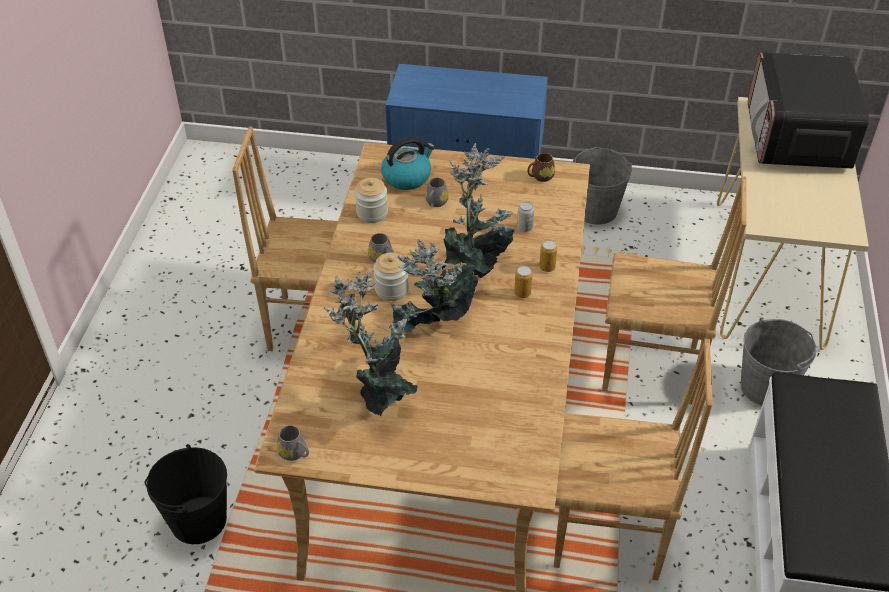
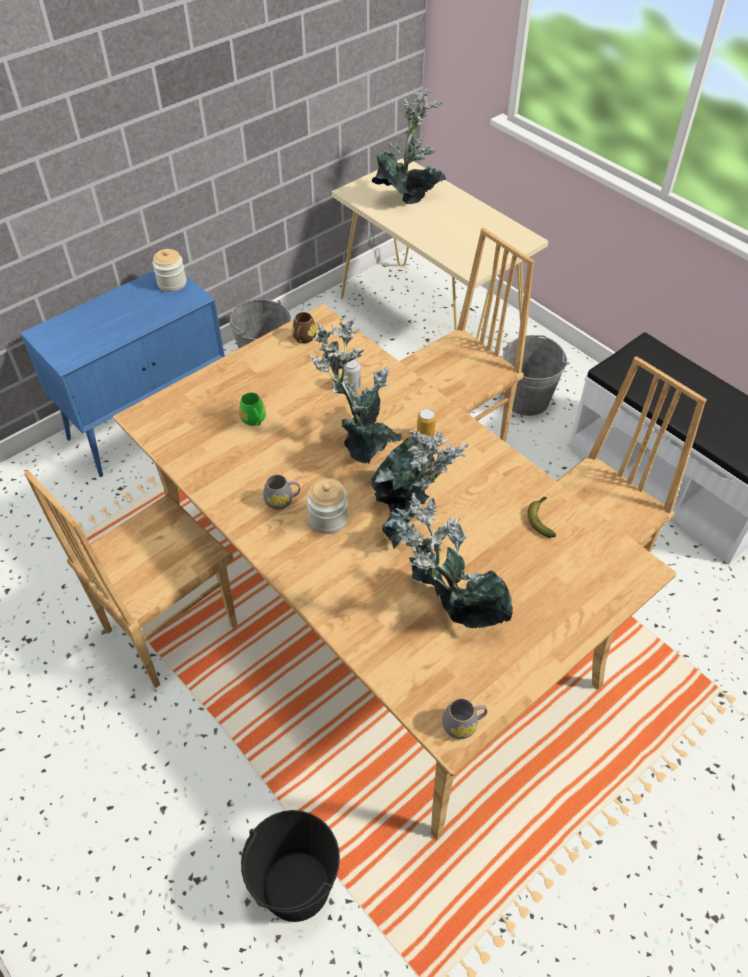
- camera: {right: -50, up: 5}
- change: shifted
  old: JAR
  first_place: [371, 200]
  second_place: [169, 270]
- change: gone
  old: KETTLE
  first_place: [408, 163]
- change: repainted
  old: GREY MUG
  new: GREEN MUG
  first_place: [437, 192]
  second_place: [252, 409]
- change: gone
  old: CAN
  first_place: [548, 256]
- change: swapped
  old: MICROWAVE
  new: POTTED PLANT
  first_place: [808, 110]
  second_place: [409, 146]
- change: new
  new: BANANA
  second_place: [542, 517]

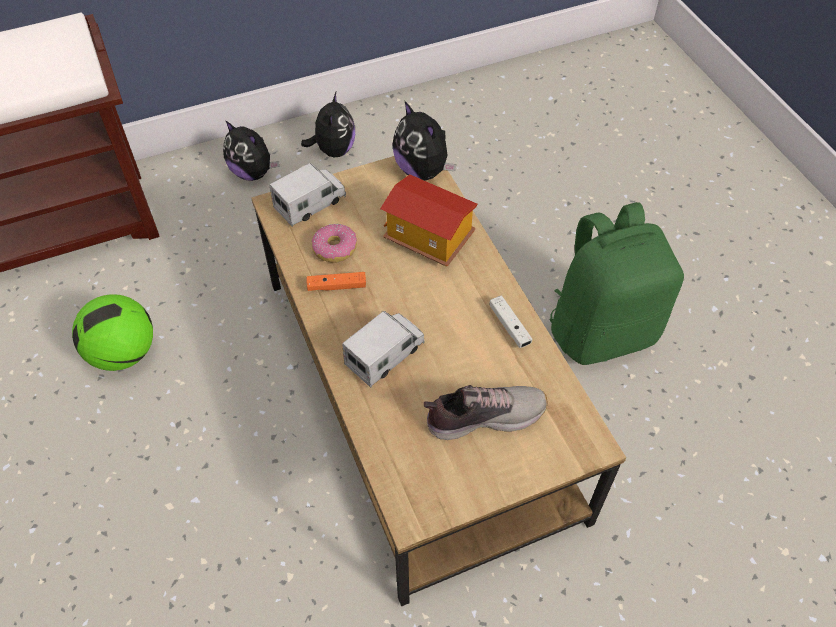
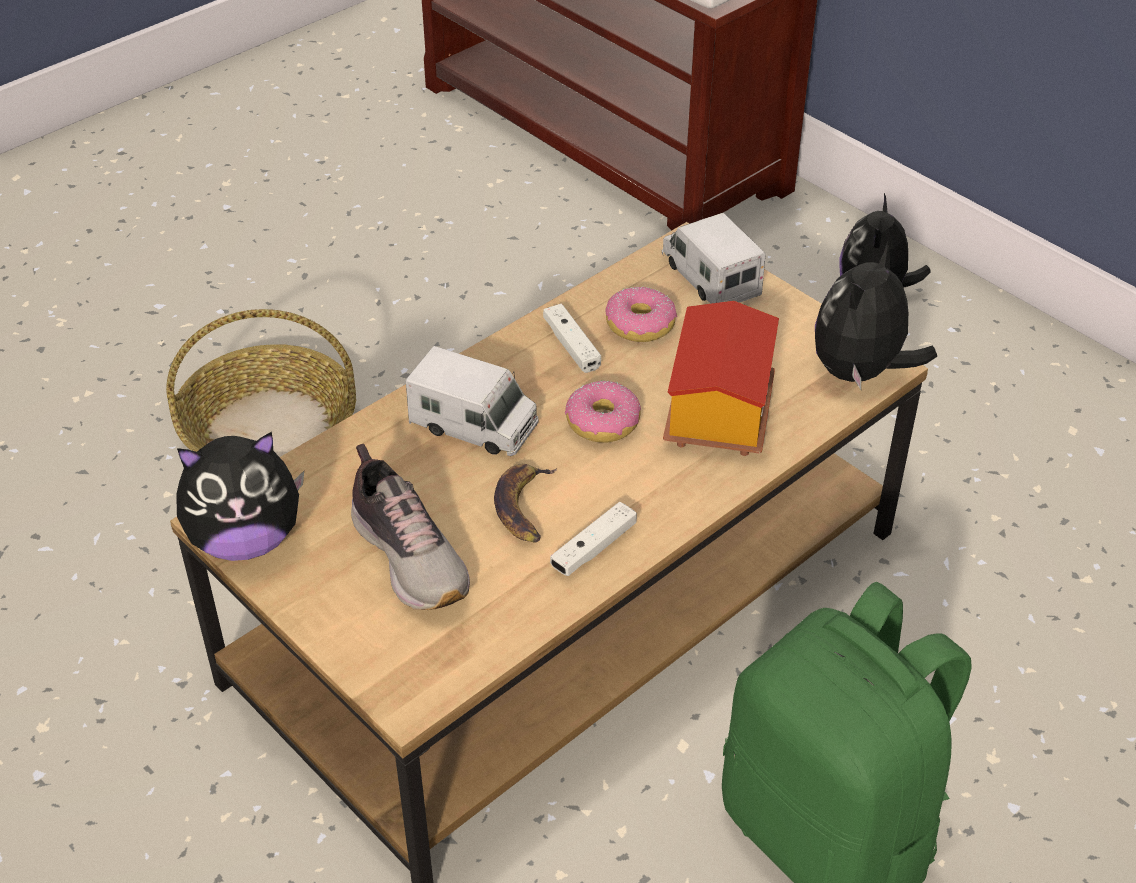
- camera: {right: 70, up: -10}
- change: gone
  old: FOOTBALL
  first_place: [112, 332]
- change: rotated
  old: TOY TRUCK
  first_place: [307, 195]
  second_place: [714, 258]
  degrees: -150
- change: shifted
  old: PLUSH TOY
  first_place: [328, 124]
  second_place: [240, 496]
- change: repainted
  old: ORANGE GAME CONTROLLER
  new: WHITE GAME CONTROLLER
  first_place: [336, 281]
  second_place: [572, 338]
- change: new
  new: BASKET
  second_place: [261, 383]
- change: new
  new: BANANA
  second_place: [525, 503]
- change: new
  new: DONUT
  second_place: [603, 411]

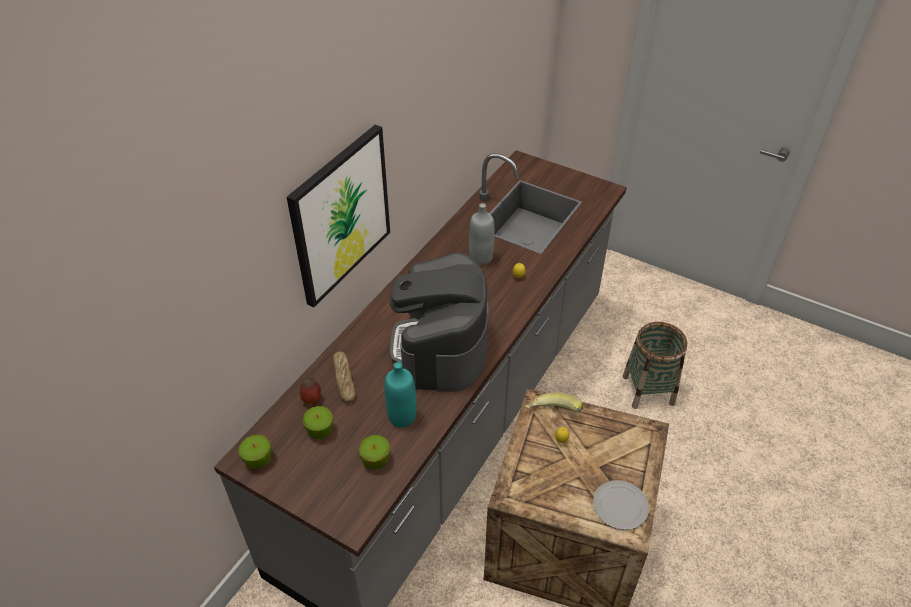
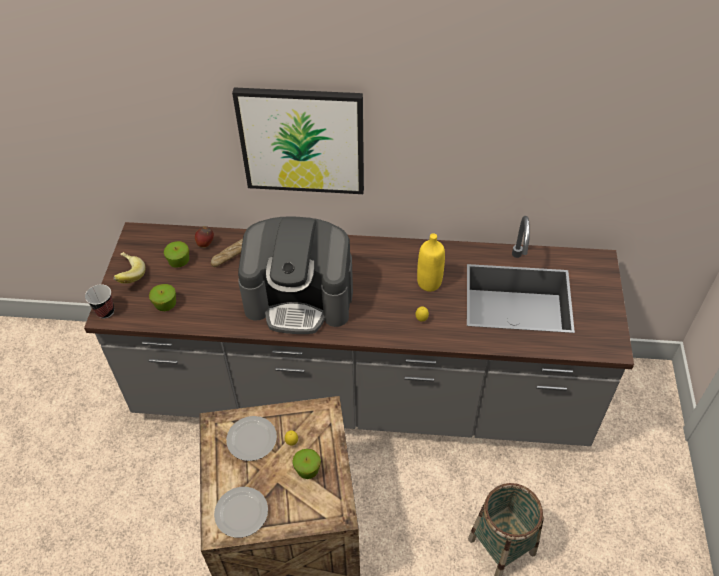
- camera: {right: 65, up: 5}
- change: shifted
  old: APPLE
  first_place: [254, 452]
  second_place: [306, 464]
- change: gone
  old: TURQUOISE BOTTLE
  first_place: [400, 395]
- change: rotated
  old: COFFEE MACHINE
  first_place: [439, 322]
  second_place: [295, 275]
  degrees: -150
- change: repainted
  old: GREY BOTTLE
  new: YELLOW BOTTLE
  first_place: [482, 234]
  second_place: [431, 262]
- change: shifted
  old: BANANA
  first_place: [554, 402]
  second_place: [129, 268]
- change: new
  new: CUP
  second_place: [99, 301]
- change: new
  new: PLATE
  second_place: [251, 438]

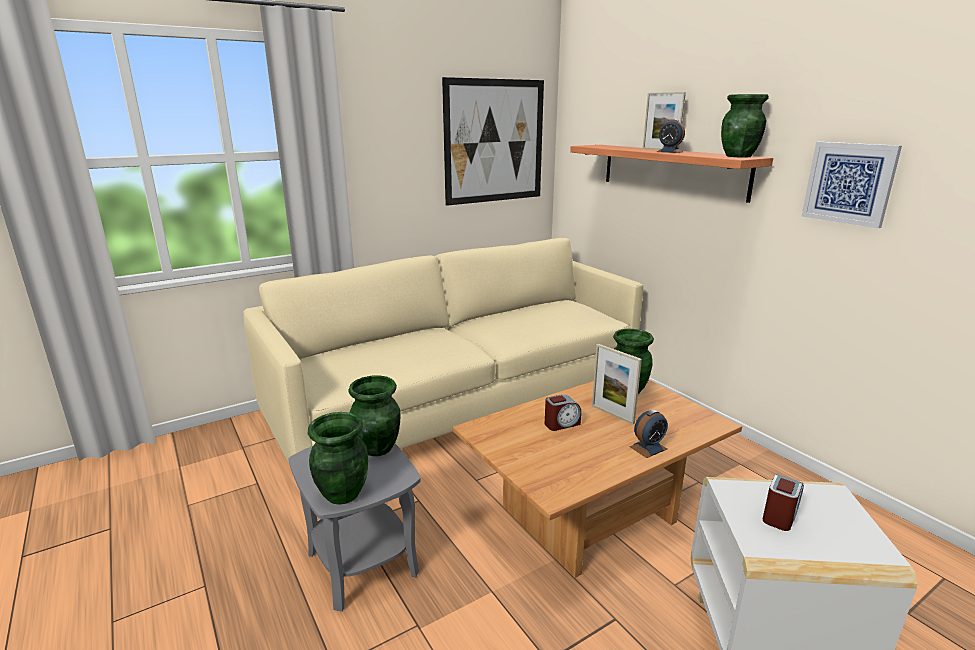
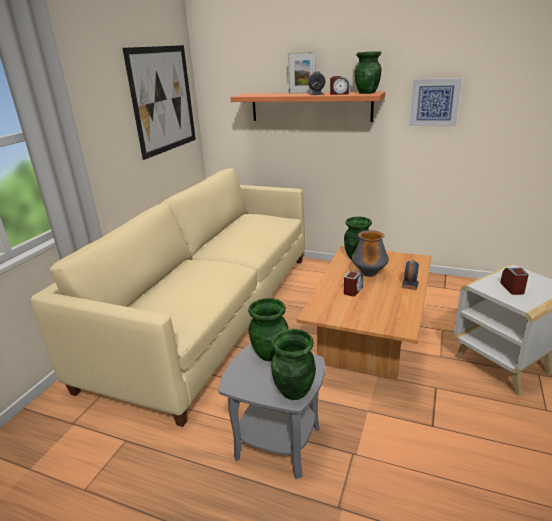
- camera: {right: -35, up: 5}
- change: swapped
  old: PICTURE FRAME
  new: VASE
  first_place: [617, 384]
  second_place: [370, 253]
- change: new
  new: ALARM CLOCK
  second_place: [339, 85]

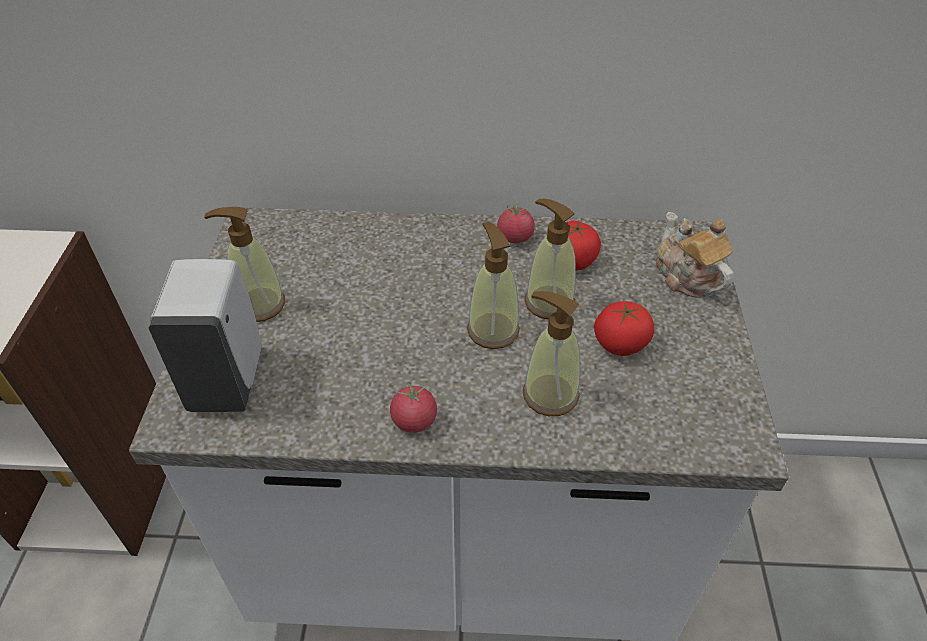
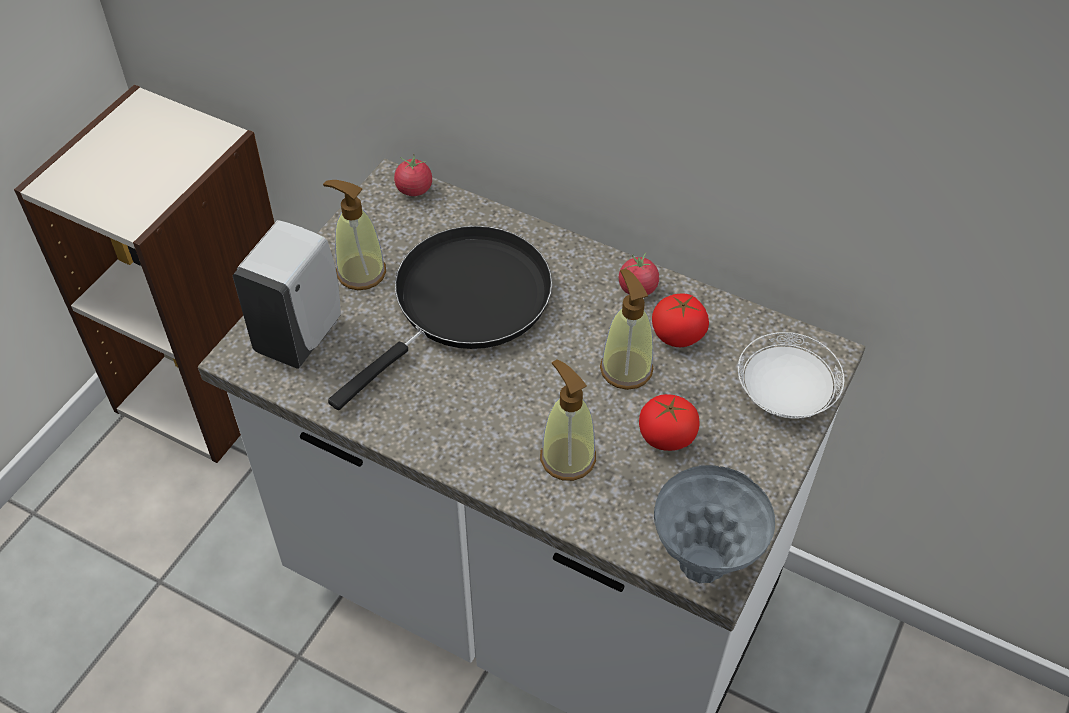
- camera: {right: 25, up: 5}
- change: shifted
  old: TOMATO
  first_place: [413, 407]
  second_place: [413, 175]
- change: gone
  old: SOAP DISPENSER
  first_place: [493, 285]
- change: swapped
  old: TEAPOT
  new: WHITE PLATE
  first_place: [695, 255]
  second_place: [791, 375]
- change: new
  new: BLACK FRYING PAN
  second_place: [440, 318]
- change: new
  new: GREY VASE
  second_place: [714, 524]

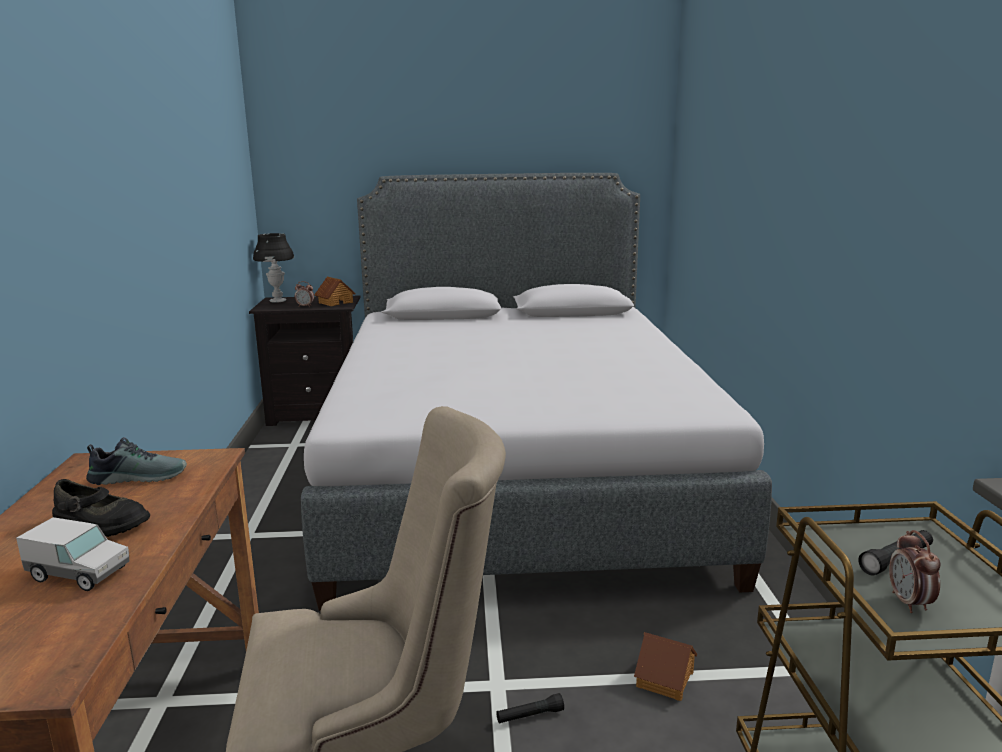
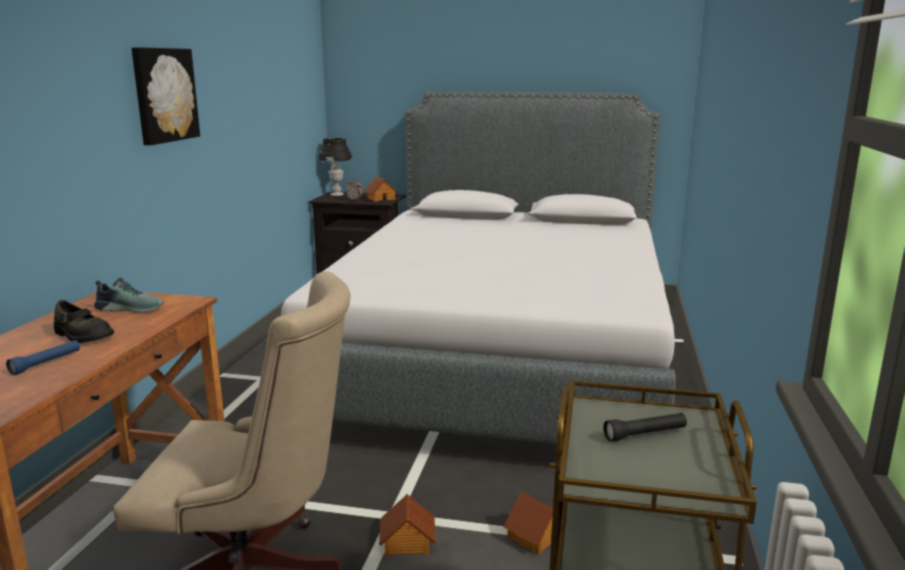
- camera: {right: 15, up: 0}
- change: swapped
  old: TOY TRUCK
  new: BLUE FLASHLIGHT
  first_place: [72, 554]
  second_place: [43, 357]
- change: swapped
  old: BLACK FLASHLIGHT
  new: TOY HOUSE
  first_place: [530, 708]
  second_place: [407, 525]
- change: gone
  old: ALARM CLOCK
  first_place: [914, 571]
- change: new
  new: PICTURE
  second_place: [165, 96]

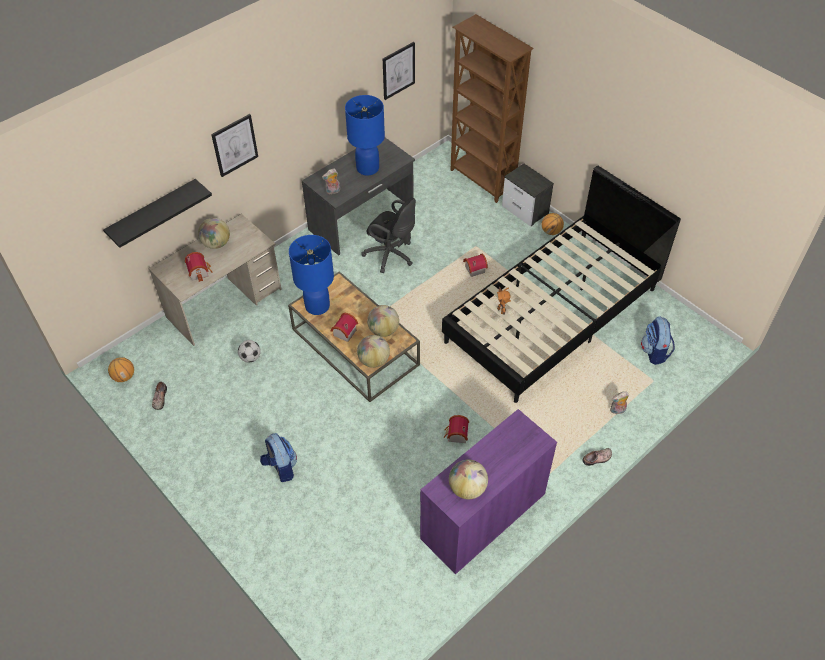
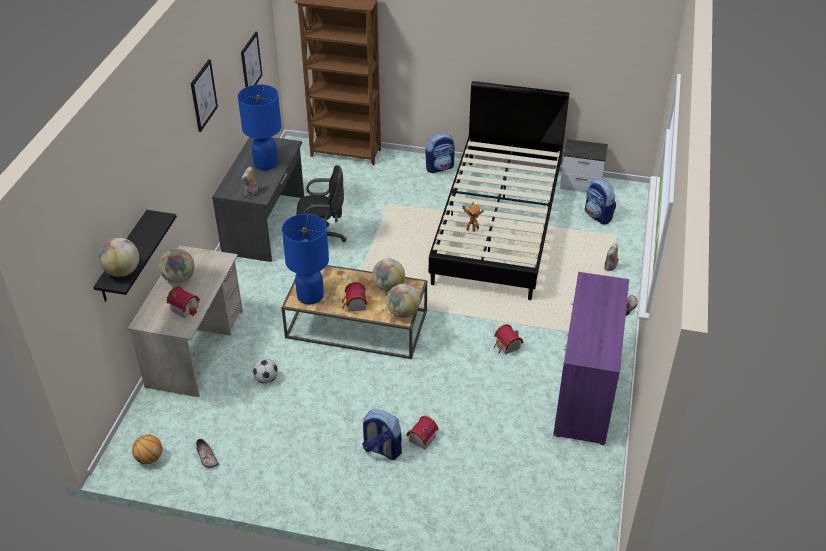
- camera: {right: -35, up: -10}
- change: shifted
  old: PICTURE
  first_place: [234, 145]
  second_place: [204, 95]
- change: shifted
  old: GLOBE
  first_place: [468, 479]
  second_place: [119, 257]
- change: shifted
  old: TOY HOUSE
  first_place: [475, 265]
  second_place: [422, 432]
- change: shifted
  old: NIGHTSTAND
  first_place: [528, 195]
  second_place: [584, 165]
- change: swapped
  old: BASKETBALL
  new: BACKPACK
  first_place: [553, 224]
  second_place: [440, 153]

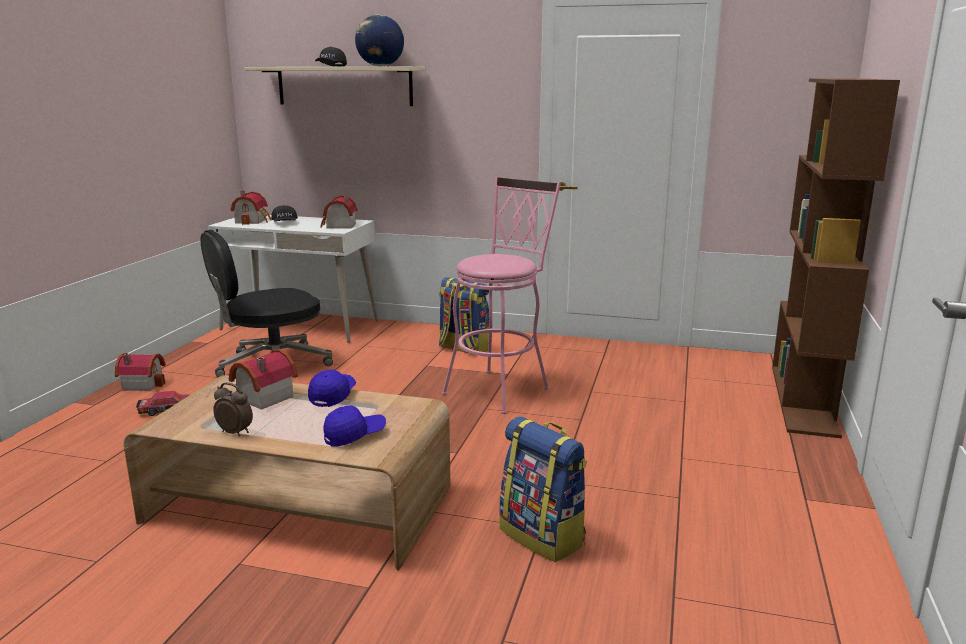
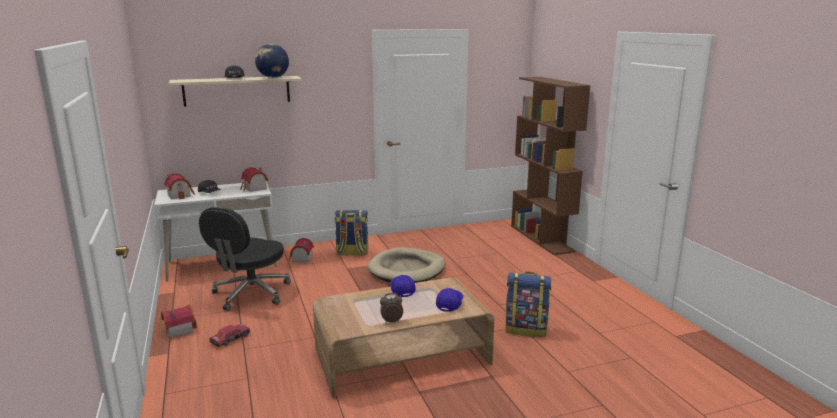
- camera: {right: -35, up: 0}
- change: shifted
  old: TOY HOUSE
  first_place: [263, 379]
  second_place: [301, 250]
- change: swapped
  old: PINK STOOL
  new: BEIGE DOG BED
  first_place: [501, 295]
  second_place: [406, 265]

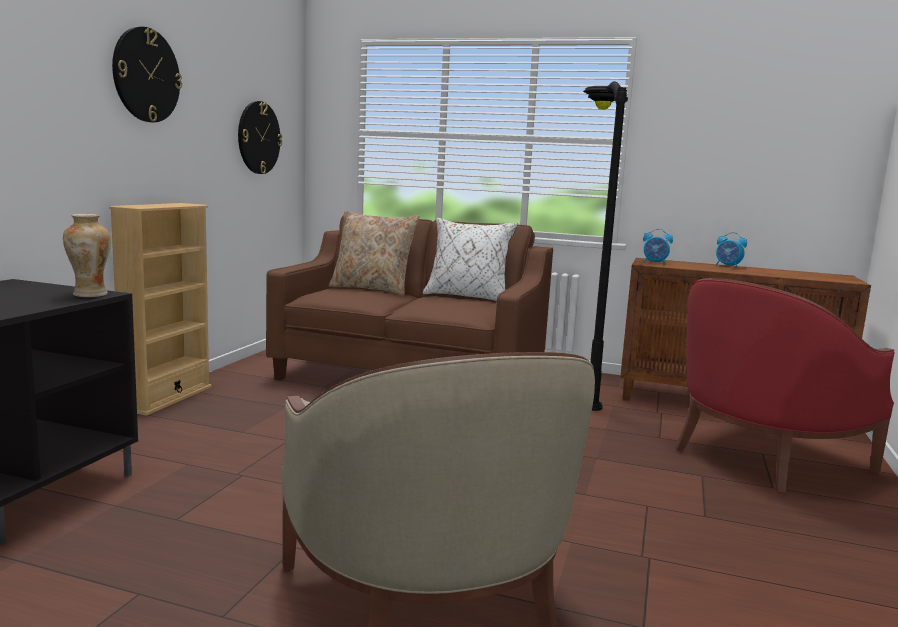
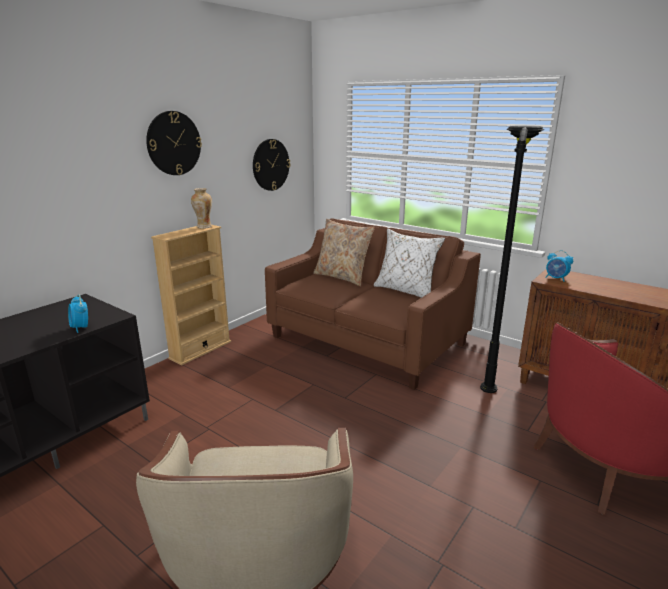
- camera: {right: 20, up: 10}
- change: shifted
  old: VASE
  first_place: [87, 255]
  second_place: [201, 208]
- change: shifted
  old: ALARM CLOCK
  first_place: [731, 250]
  second_place: [78, 313]

